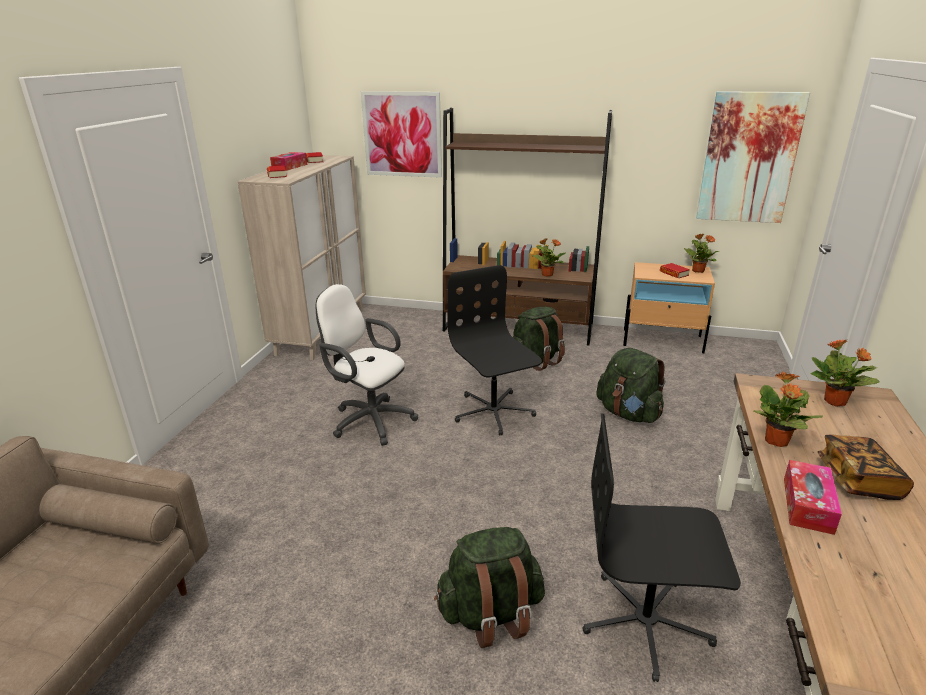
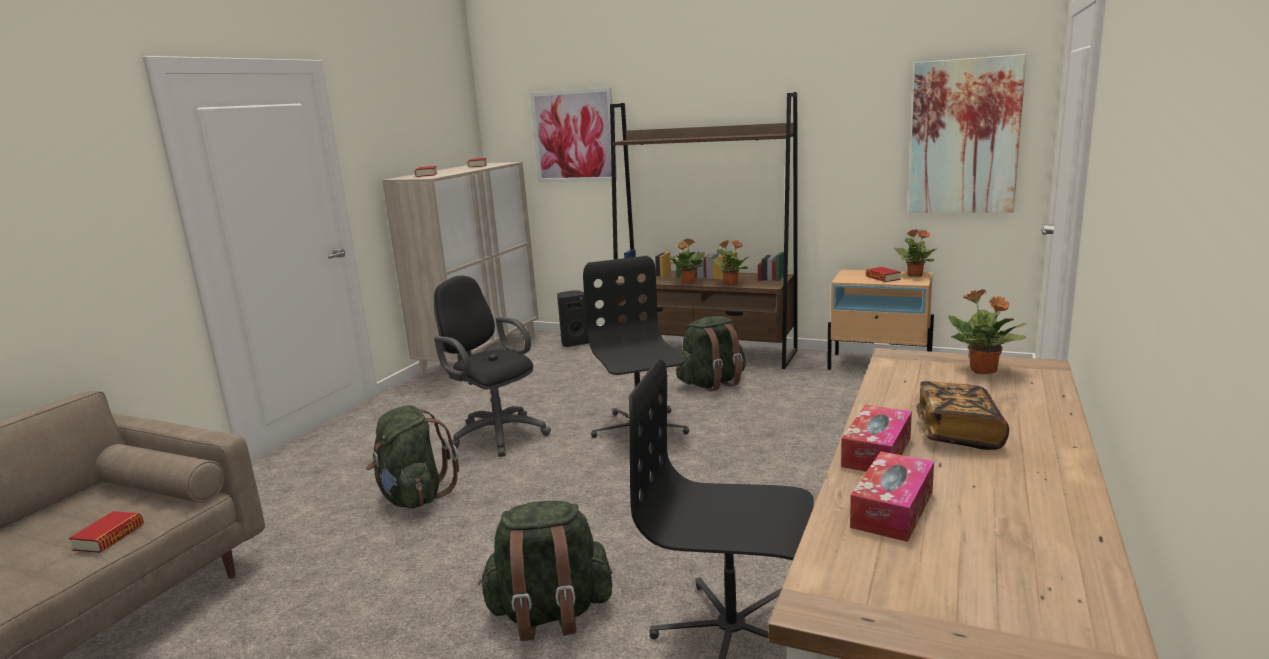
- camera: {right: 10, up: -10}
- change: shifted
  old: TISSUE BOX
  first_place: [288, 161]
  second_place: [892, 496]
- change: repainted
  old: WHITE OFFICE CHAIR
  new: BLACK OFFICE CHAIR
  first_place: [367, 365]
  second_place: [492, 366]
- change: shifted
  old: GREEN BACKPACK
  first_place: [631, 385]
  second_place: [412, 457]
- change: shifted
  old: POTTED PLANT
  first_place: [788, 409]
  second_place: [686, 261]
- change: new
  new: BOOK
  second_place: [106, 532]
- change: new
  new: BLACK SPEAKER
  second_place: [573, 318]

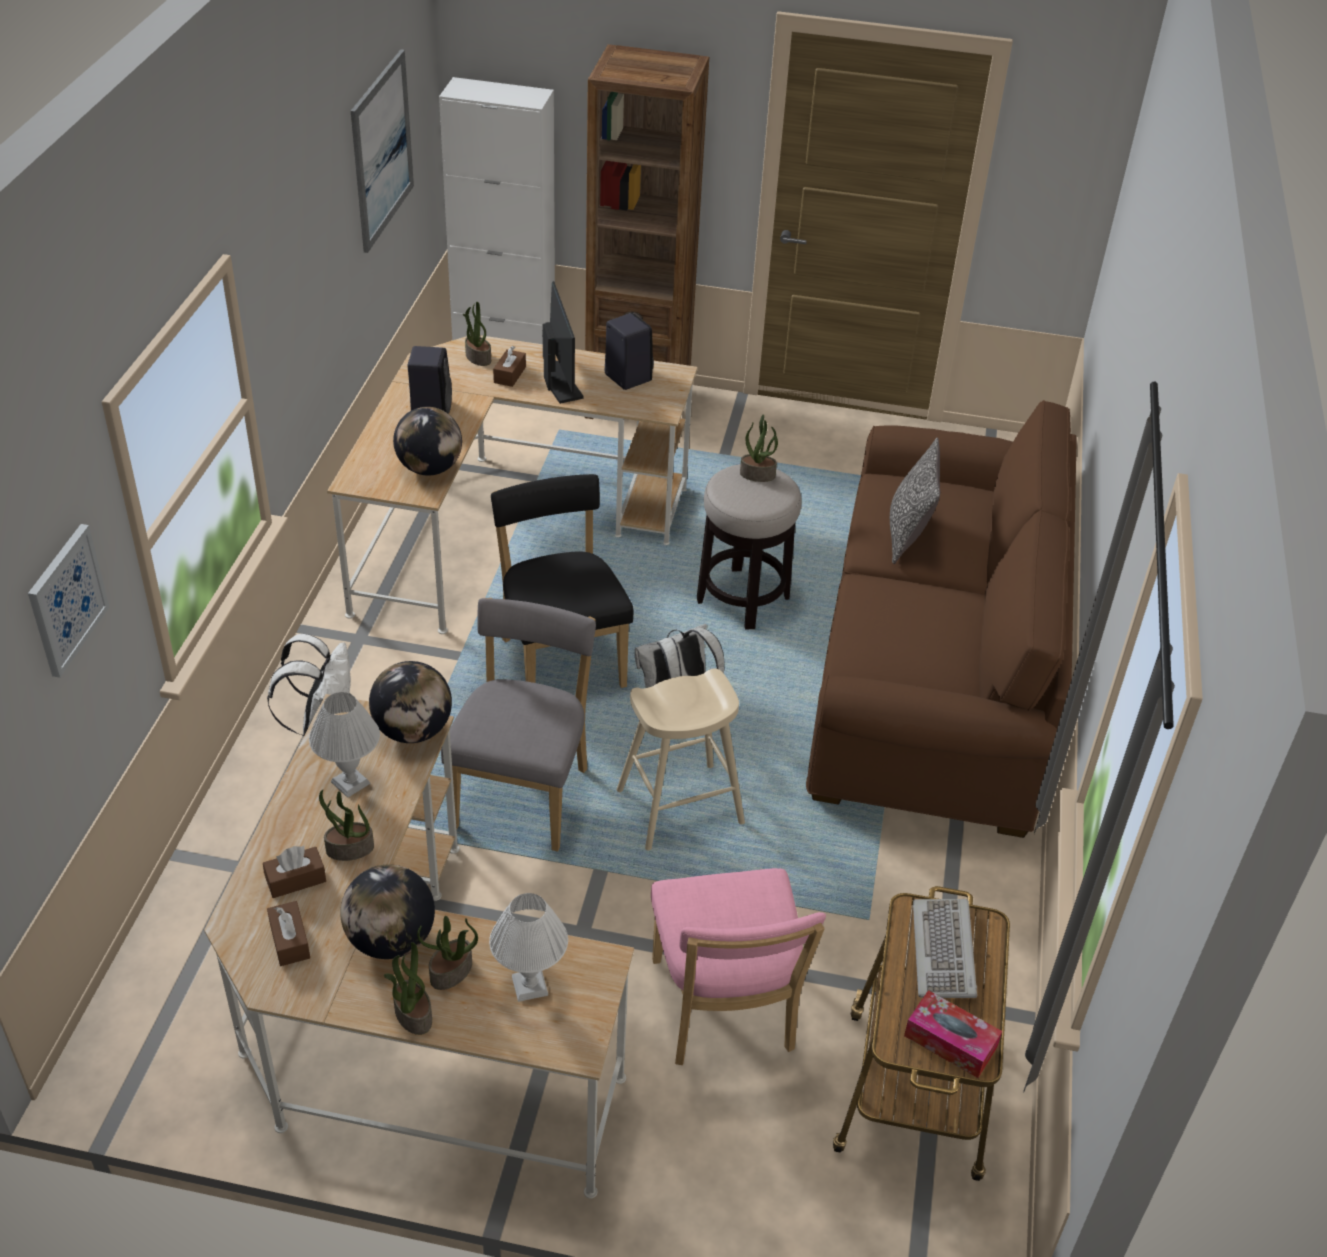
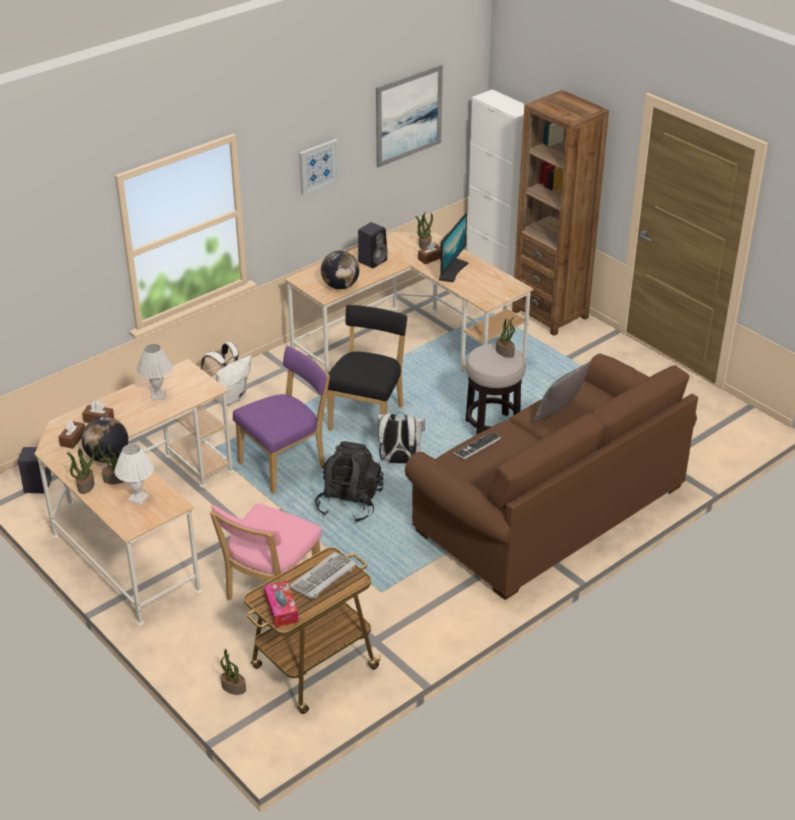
- camera: {right: 40, up: -5}
- change: shifted
  old: PICTURE
  first_place: [68, 601]
  second_place: [319, 167]
- change: shifted
  old: POTTED PLANT
  first_place: [346, 825]
  second_place: [233, 672]
- change: gone
  old: GLOBE
  first_place: [410, 702]
- change: repainted
  old: GREY CHAIR
  new: PURPLE CHAIR
  first_place: [518, 724]
  second_place: [281, 420]
- change: shifted
  old: BLACK SPEAKER
  first_place: [629, 351]
  second_place: [34, 470]
- change: swapped
  old: BEIGE STOOL
  new: BLACK BACKPACK
  first_place: [681, 759]
  second_place: [349, 482]
- change: new
  new: KEYBOARD
  second_place: [477, 445]

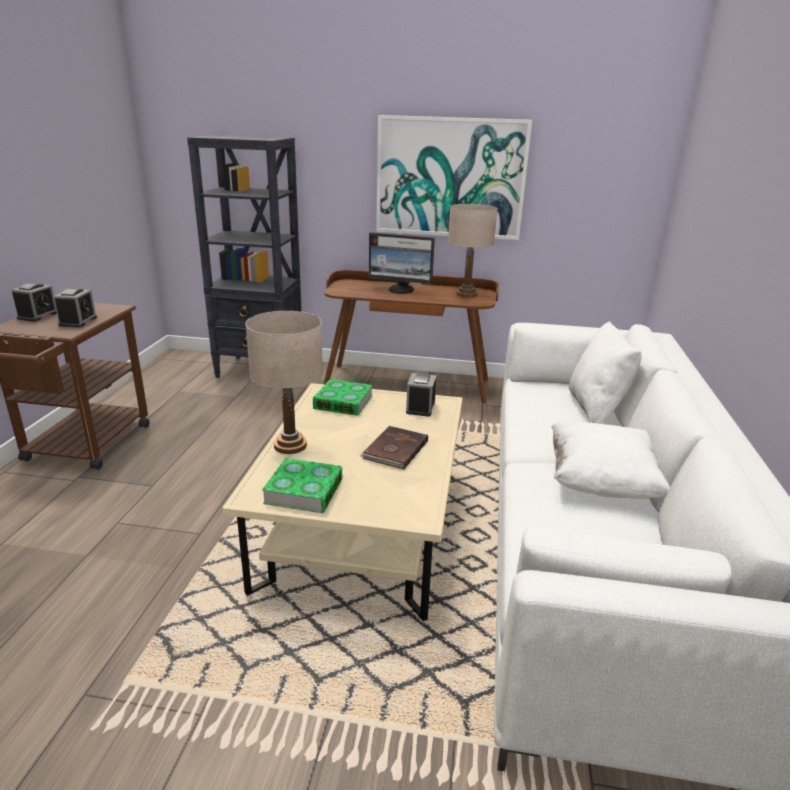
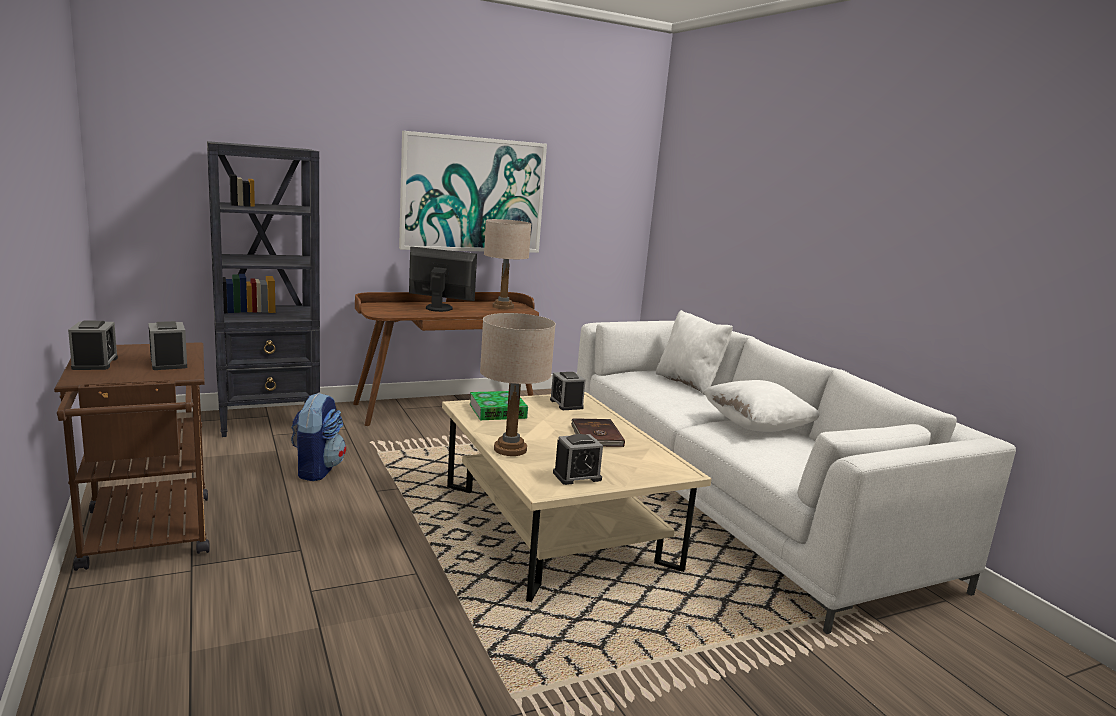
- camera: {right: -35, up: -10}
- change: swapped
  old: BOOK
  new: ALARM CLOCK
  first_place: [302, 485]
  second_place: [578, 459]
- change: rotated
  old: MONITOR
  first_place: [402, 263]
  second_place: [443, 279]
  degrees: -150
- change: new
  new: BACKPACK
  second_place: [318, 437]

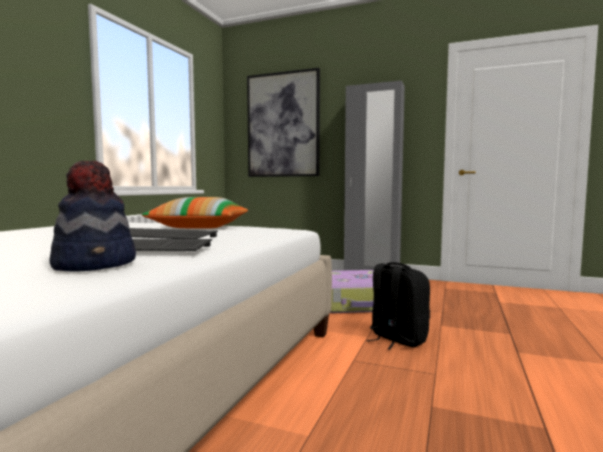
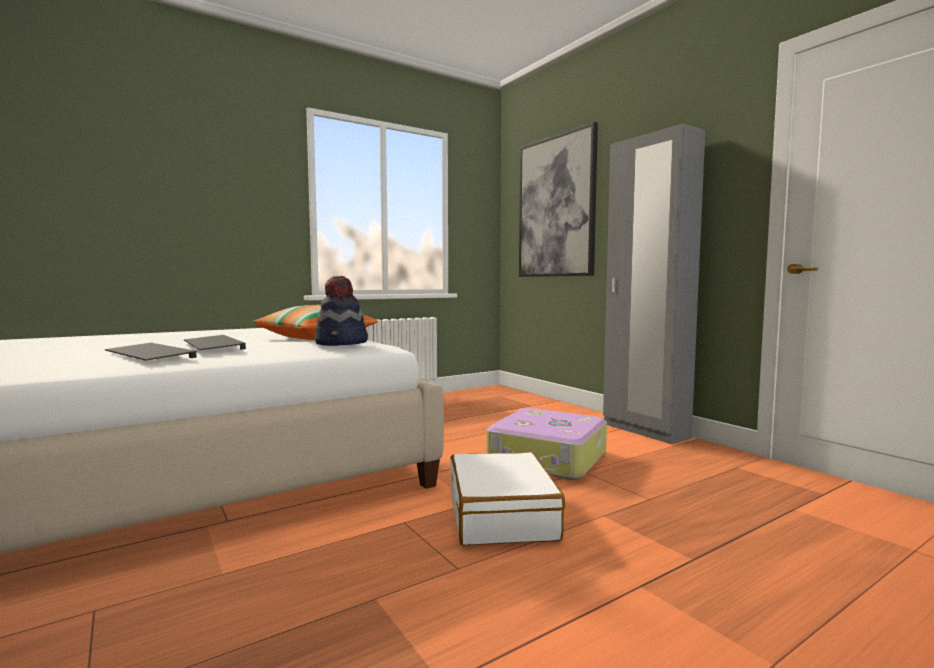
- camera: {right: 35, up: 0}
- change: shifted
  old: HAT
  first_place: [92, 216]
  second_place: [341, 311]
- change: swapped
  old: BLACK BACKPACK
  new: WHITE SUITCASE
  first_place: [398, 306]
  second_place: [507, 498]

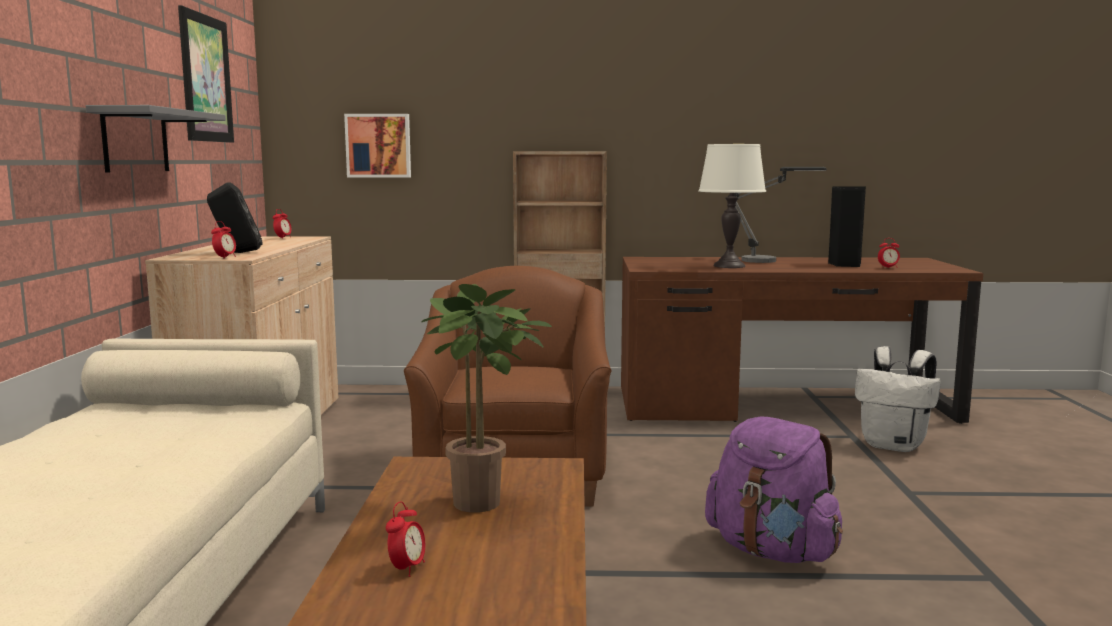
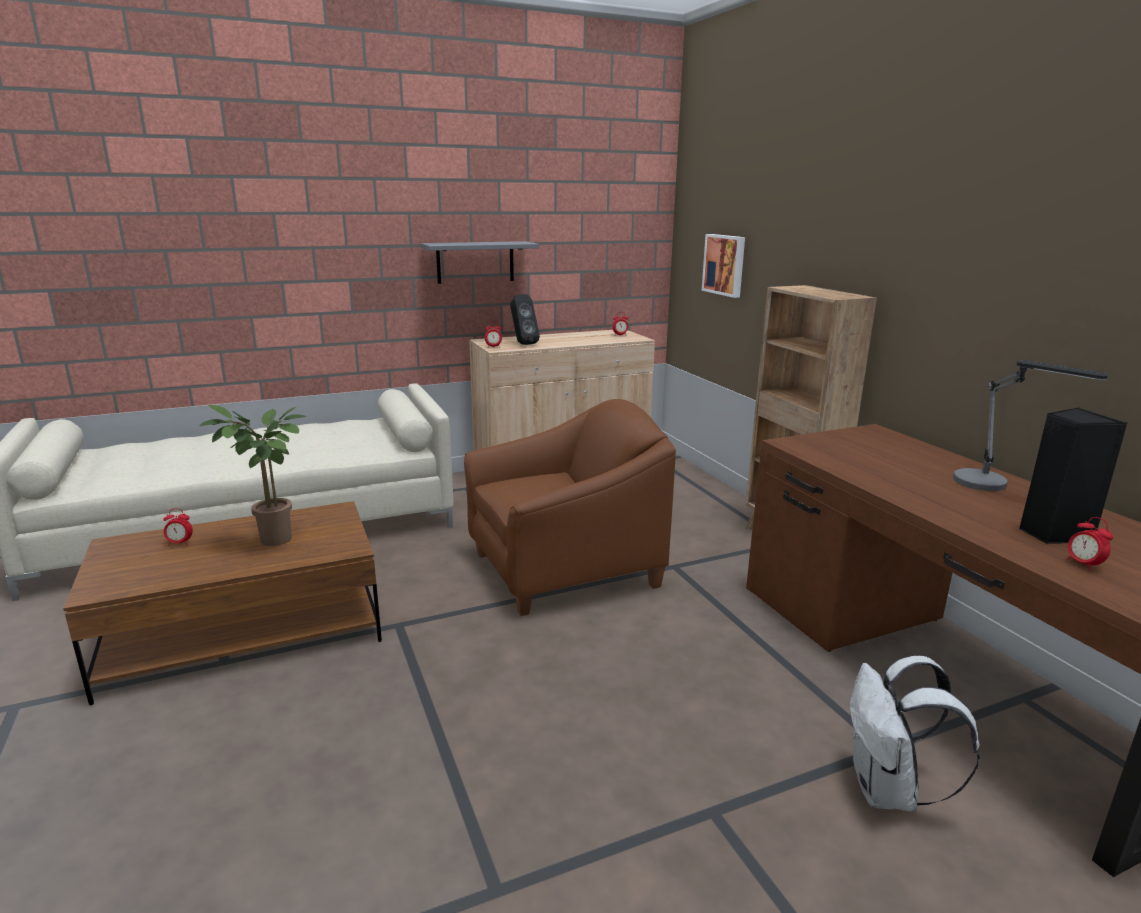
- camera: {right: 65, up: 10}
- change: gone
  old: PICTURE
  first_place: [206, 74]
- change: gone
  old: WHITE TABLE LAMP
  first_place: [732, 206]
- change: gone
  old: PURPLE BACKPACK
  first_place: [774, 490]

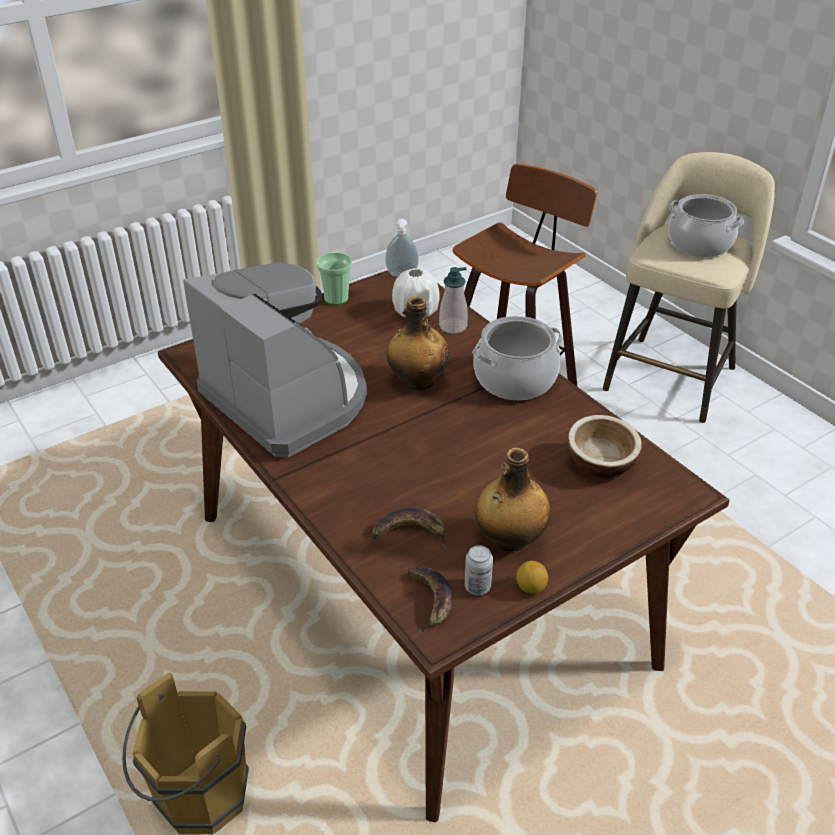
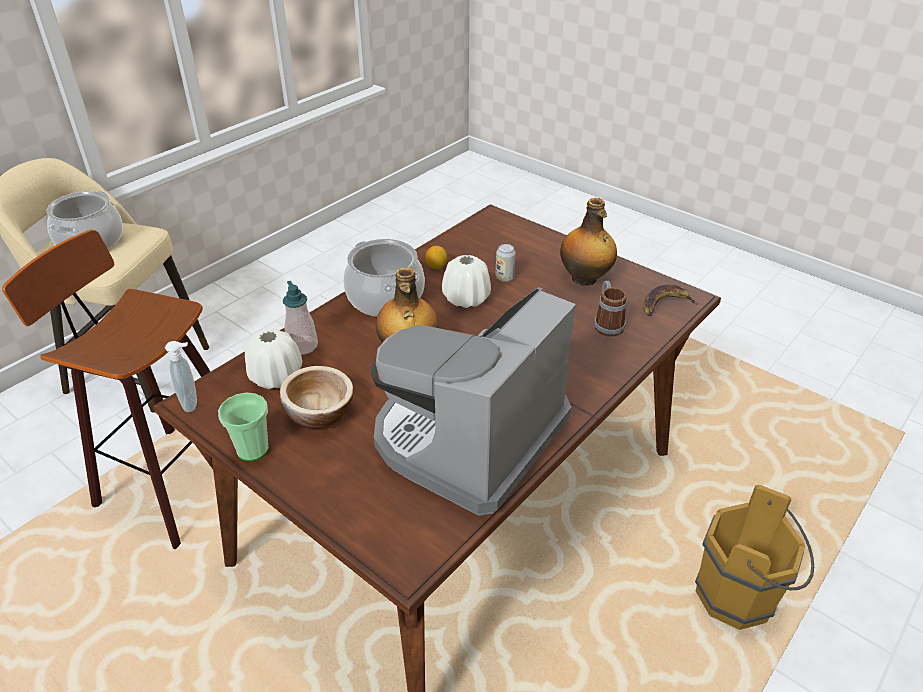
- camera: {right: -105, up: 0}
- change: swapped
  old: BANANA
  new: MUG
  first_place: [409, 528]
  second_place: [610, 309]
- change: shifted
  old: CAN
  first_place: [479, 570]
  second_place: [506, 263]
- change: shifted
  old: LEMON
  first_place: [532, 577]
  second_place: [436, 257]
- change: shifted
  old: BOWL
  first_place: [605, 446]
  second_place: [317, 397]
- change: new
  new: WHITE VASE
  second_place: [466, 281]

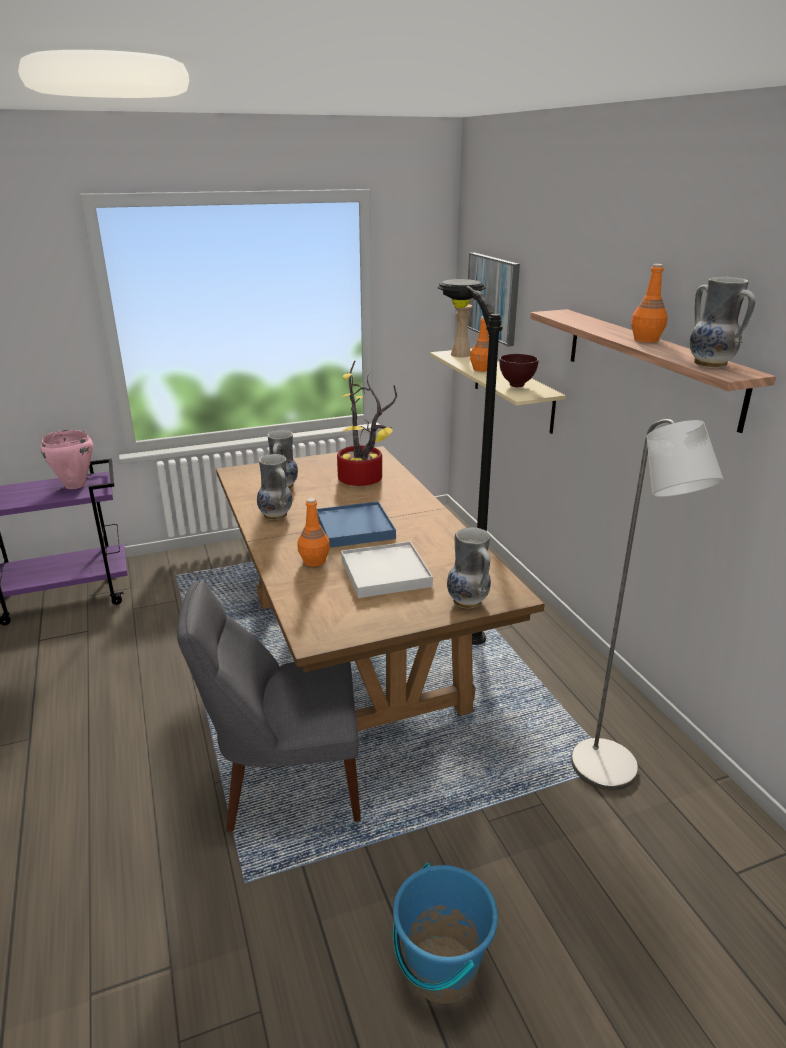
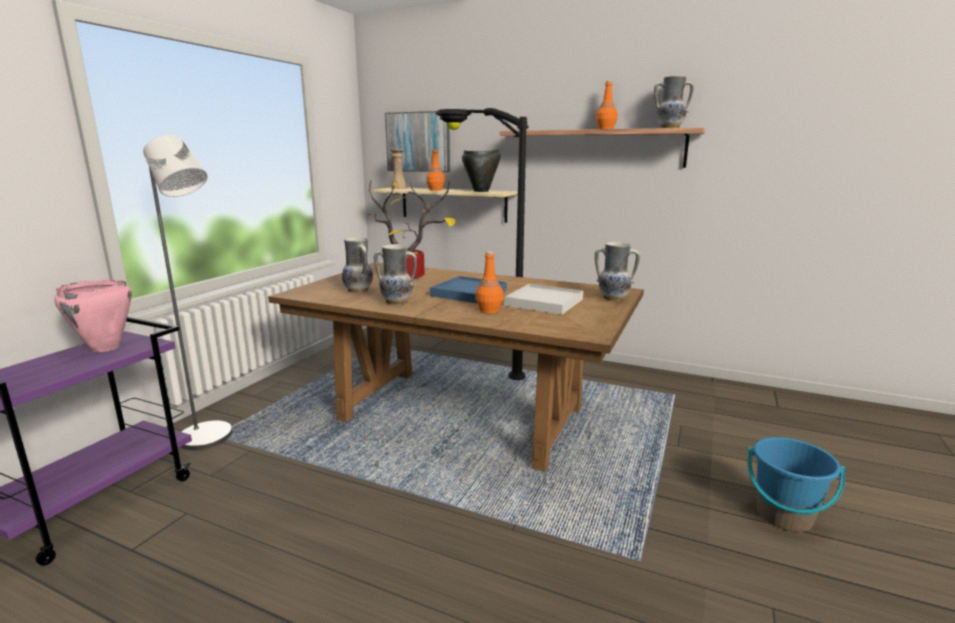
- camera: {right: -45, up: -10}
- change: gone
  old: GREY CHAIR
  first_place: [269, 706]
- change: swapped
  old: BROWN BOWL
  new: BLACK COOKING POT
  first_place: [519, 370]
  second_place: [481, 170]
- change: shifted
  old: GREY FLOOR LAMP
  first_place: [647, 604]
  second_place: [187, 292]

